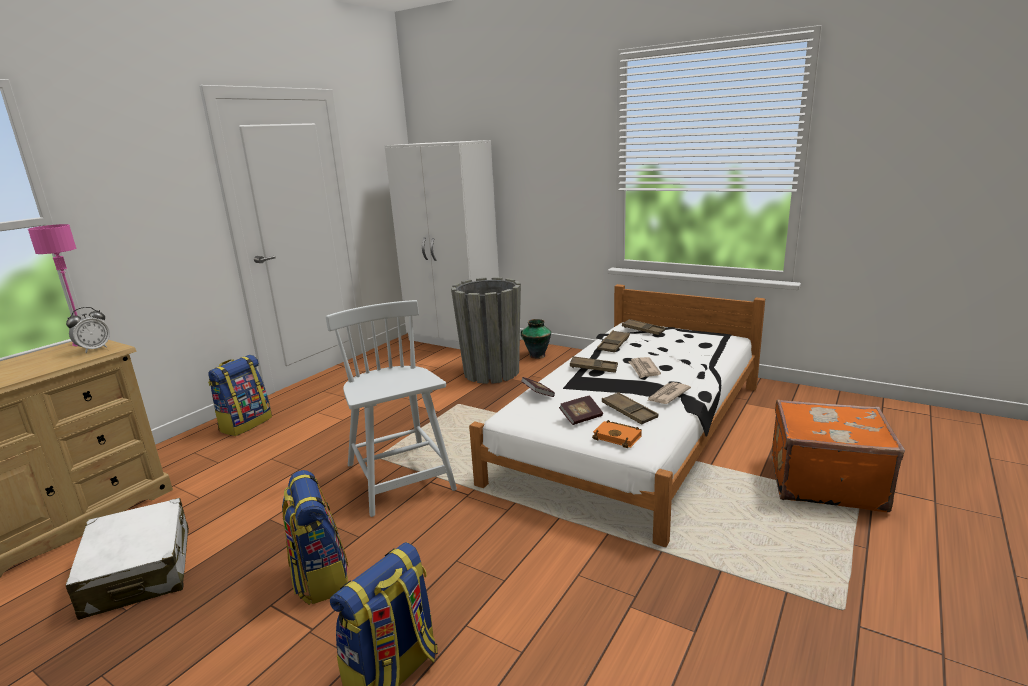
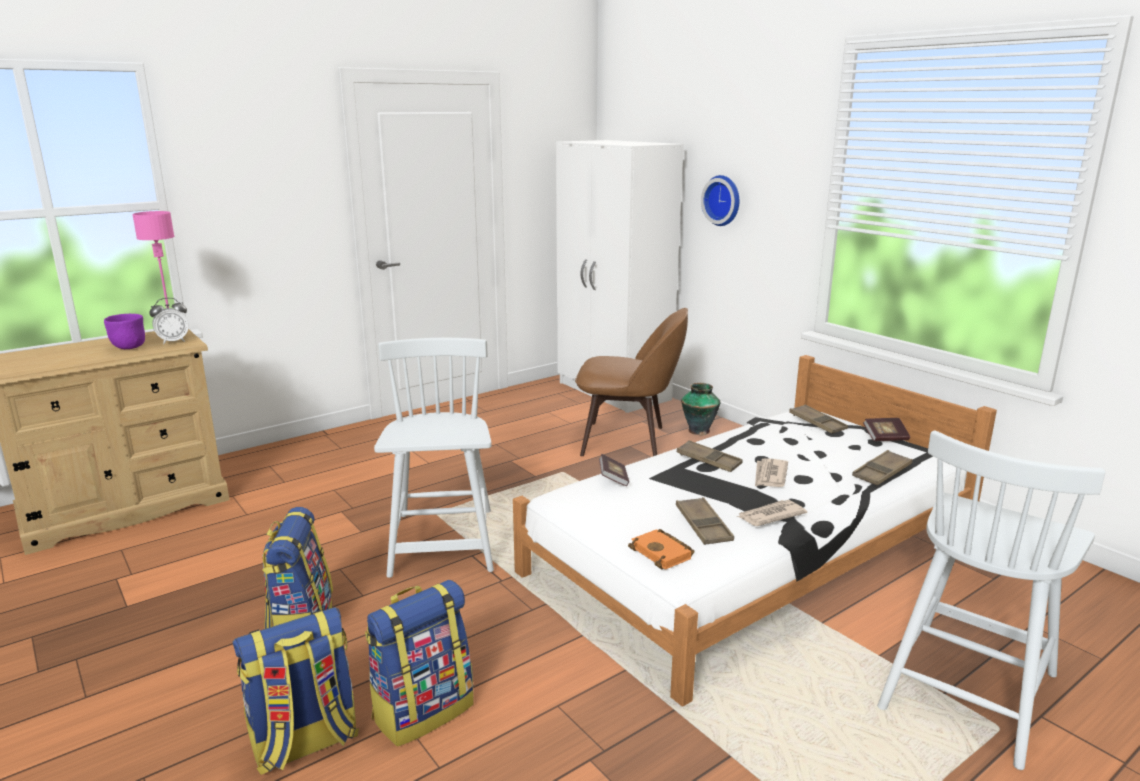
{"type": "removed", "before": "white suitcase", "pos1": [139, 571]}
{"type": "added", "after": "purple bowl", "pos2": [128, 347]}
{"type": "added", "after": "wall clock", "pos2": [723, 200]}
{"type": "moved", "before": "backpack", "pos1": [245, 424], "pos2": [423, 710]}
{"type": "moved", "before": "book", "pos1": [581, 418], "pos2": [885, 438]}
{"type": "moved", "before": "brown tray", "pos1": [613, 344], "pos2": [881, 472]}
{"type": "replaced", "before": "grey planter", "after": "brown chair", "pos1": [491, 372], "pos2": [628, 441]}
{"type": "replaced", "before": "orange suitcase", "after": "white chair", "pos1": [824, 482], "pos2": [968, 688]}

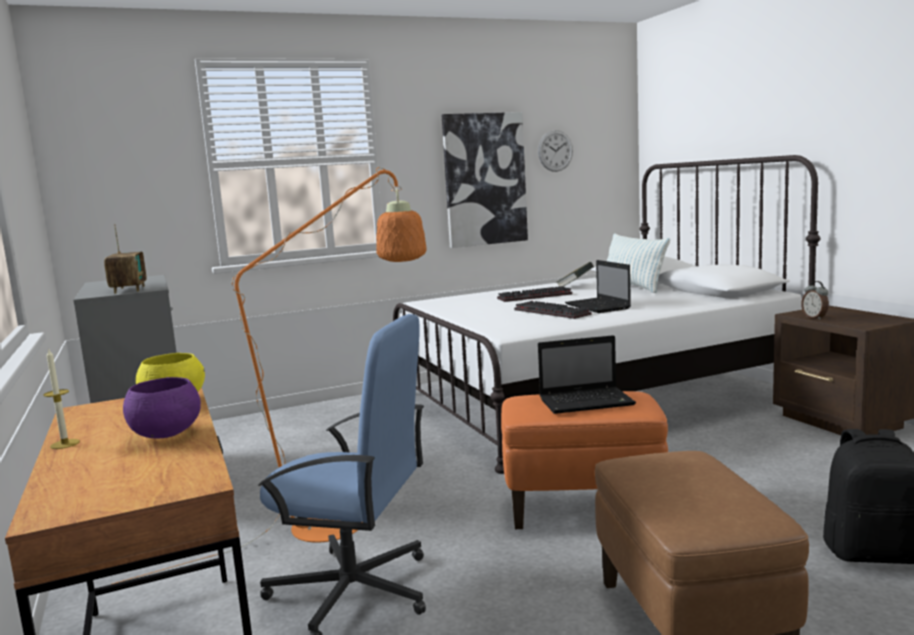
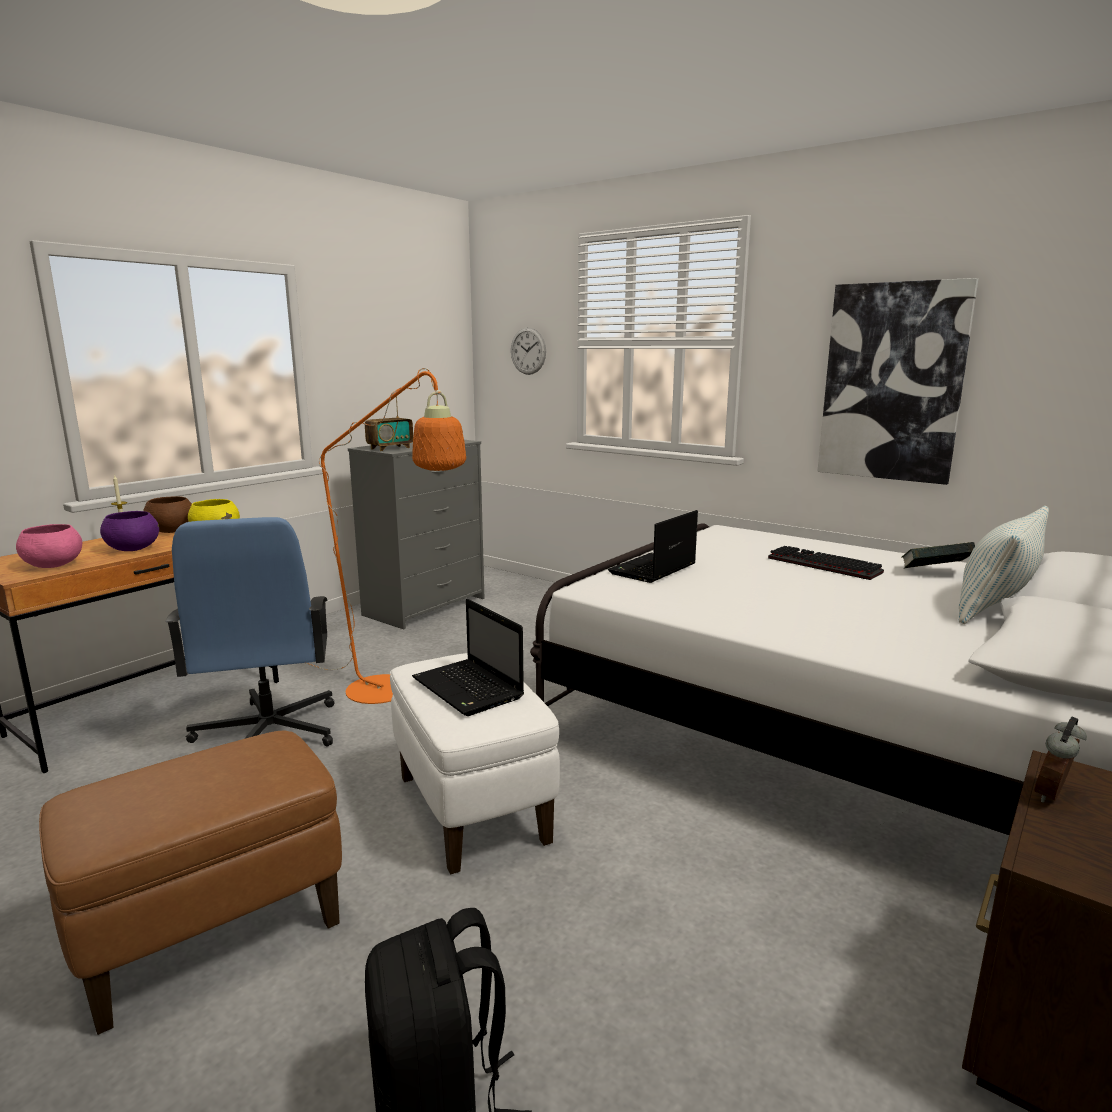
{"type": "removed", "before": "keyboard", "pos1": [553, 312]}
{"type": "added", "after": "pink bowl", "pos2": [53, 565]}
{"type": "added", "after": "brown bowl", "pos2": [172, 531]}
{"type": "moved", "before": "wall clock", "pos1": [555, 151], "pos2": [528, 351]}
{"type": "moved", "before": "laptop", "pos1": [598, 307], "pos2": [652, 570]}
{"type": "recoloured", "before": "orange ottoman", "after": "white ottoman", "pos1": [584, 508], "pos2": [472, 809]}

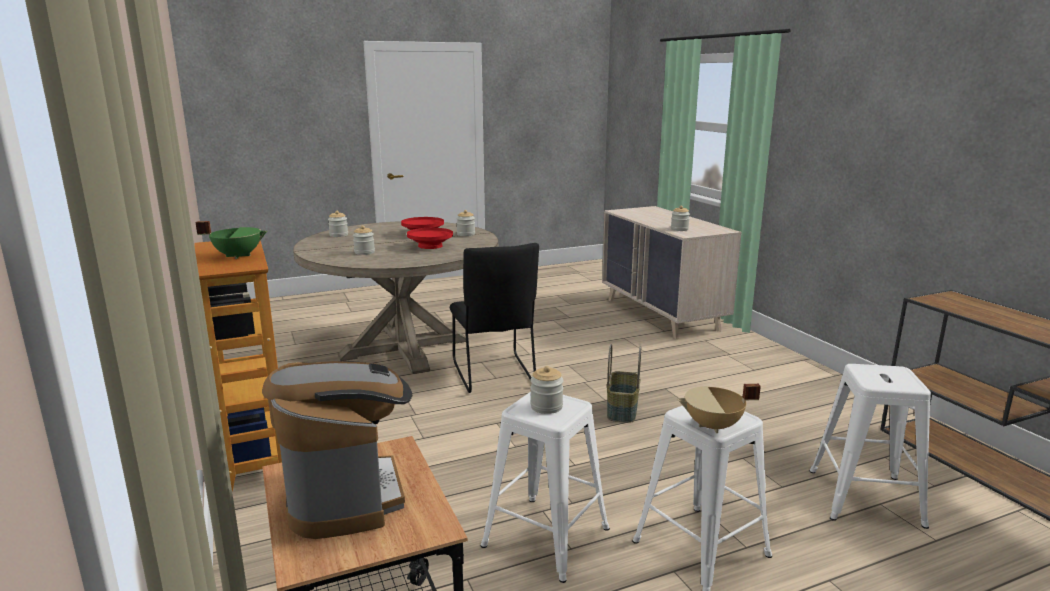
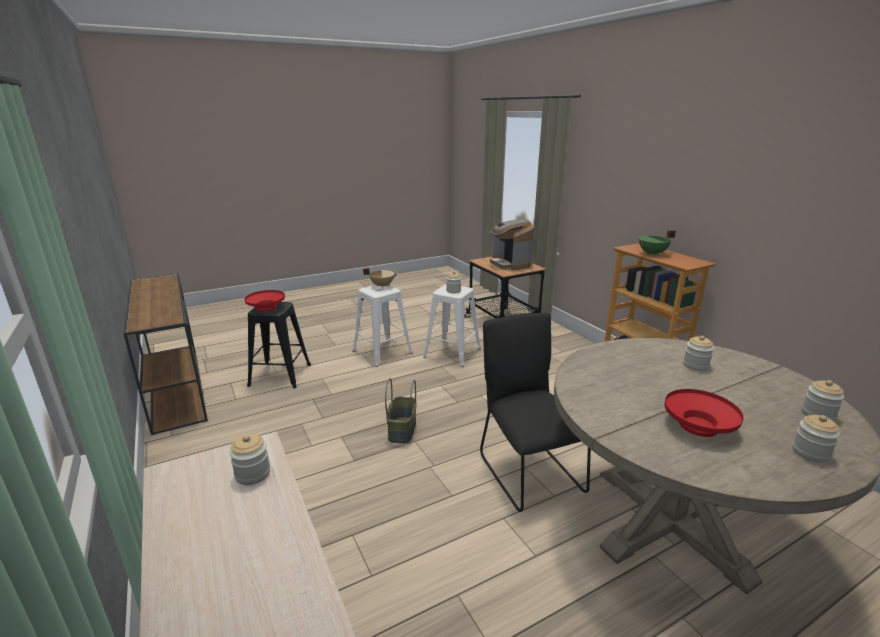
{"type": "moved", "before": "red bowl", "pos1": [430, 246], "pos2": [266, 308]}
{"type": "moved", "before": "jar", "pos1": [466, 234], "pos2": [810, 452]}
{"type": "recoloured", "before": "white stool", "after": "black stool", "pos1": [866, 498], "pos2": [279, 374]}

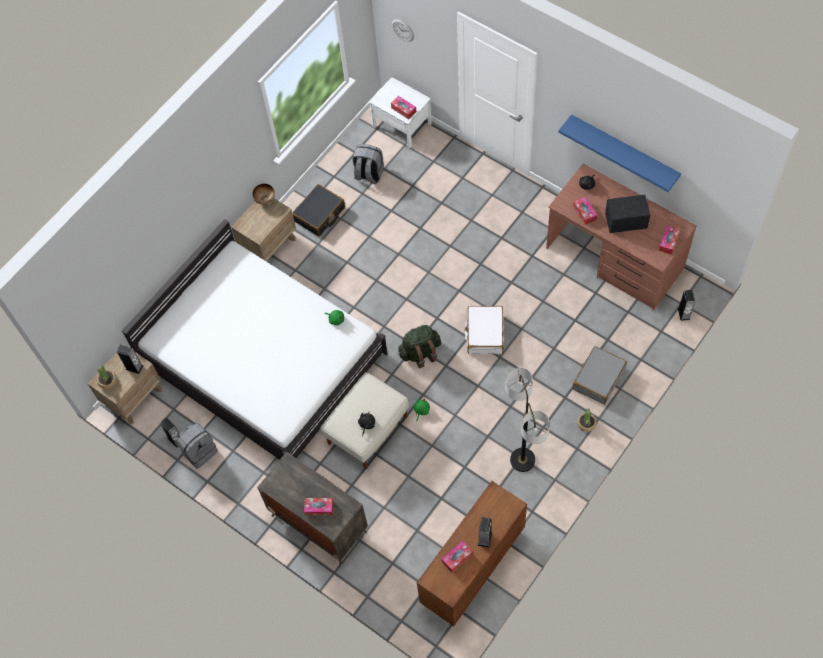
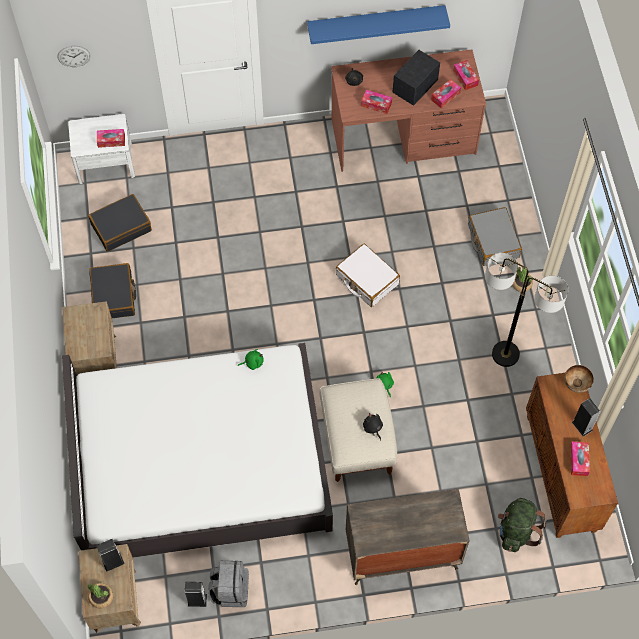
{"type": "removed", "before": "speaker", "pos1": [684, 313]}
{"type": "moved", "before": "bowl", "pos1": [265, 199], "pos2": [576, 384]}
{"type": "moved", "before": "tissue box", "pos1": [319, 508], "pos2": [445, 96]}
{"type": "moved", "before": "green backpack", "pos1": [420, 352], "pos2": [516, 531]}
{"type": "replaced", "before": "grey backpack", "after": "black suitcase", "pos1": [368, 174], "pos2": [121, 227]}

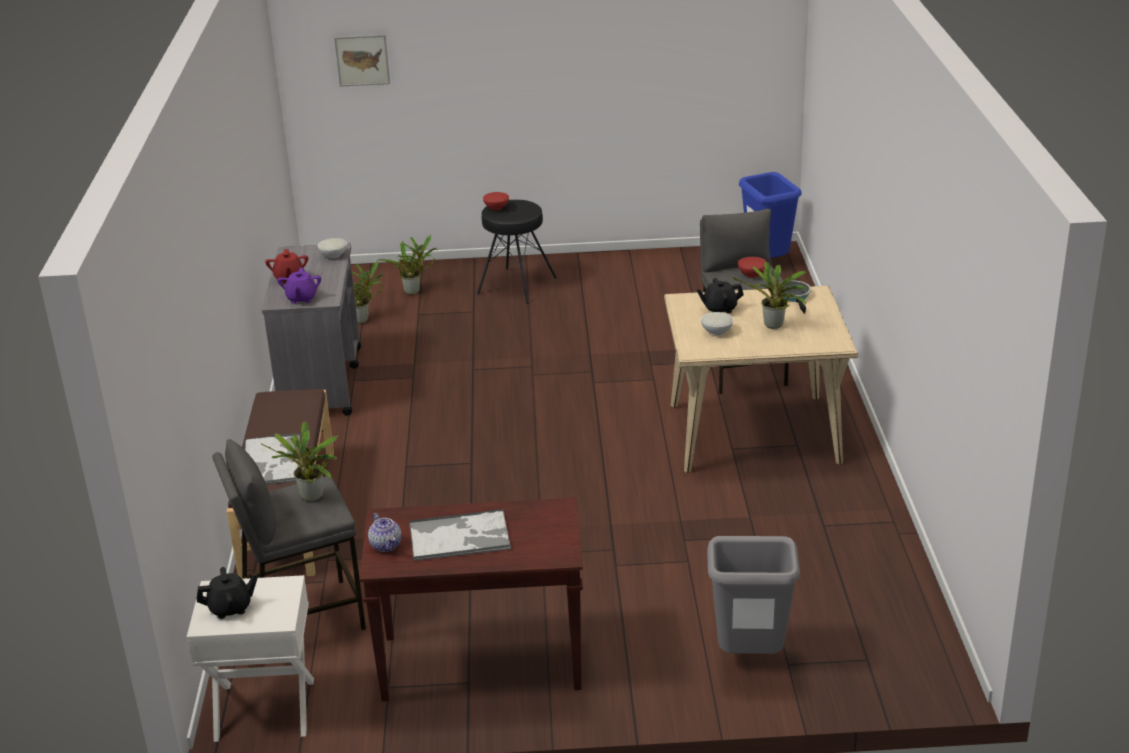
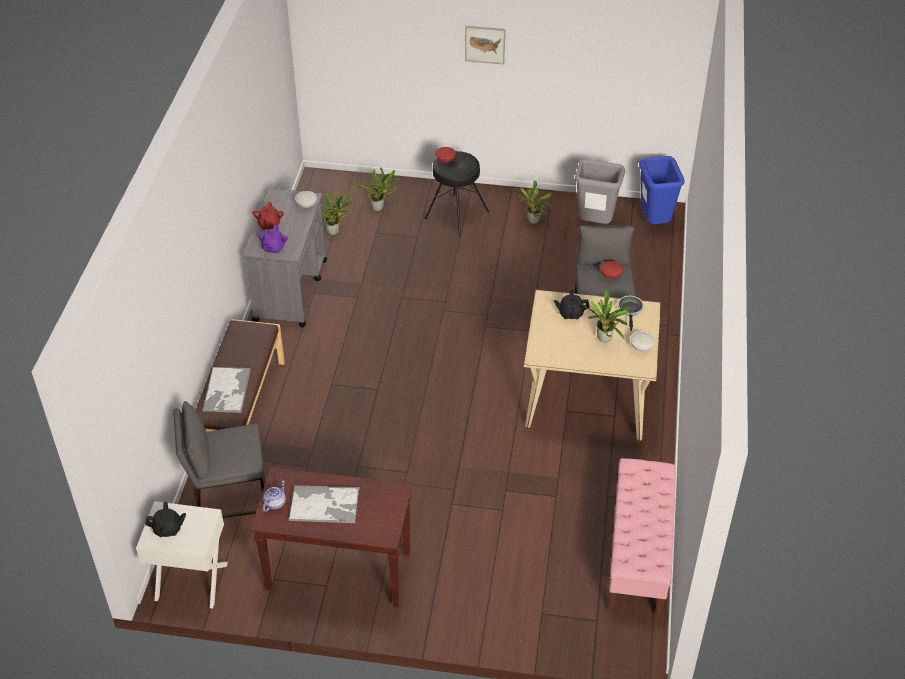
{"type": "added", "after": "pink bench", "pos2": [638, 555]}
{"type": "moved", "before": "potted plant", "pos1": [312, 498], "pos2": [533, 222]}
{"type": "moved", "before": "picture", "pos1": [362, 60], "pos2": [485, 44]}
{"type": "moved", "before": "white bowl", "pos1": [717, 331], "pos2": [641, 347]}
{"type": "moved", "before": "grey trash can", "pos1": [749, 657], "pos2": [594, 224]}
{"type": "turned", "before": "teapot", "pos1": [386, 545], "pos2": [275, 503], "turn": -135}

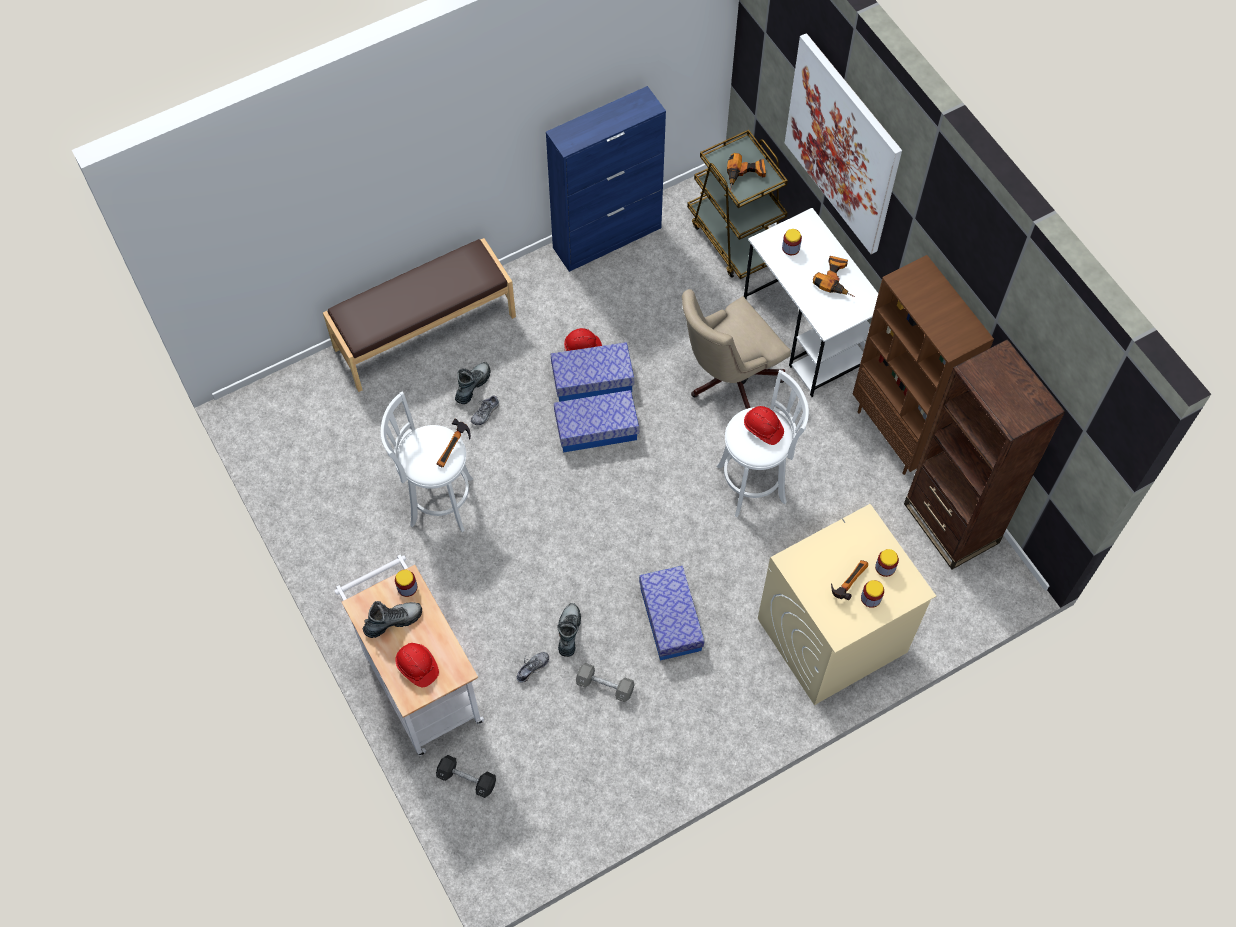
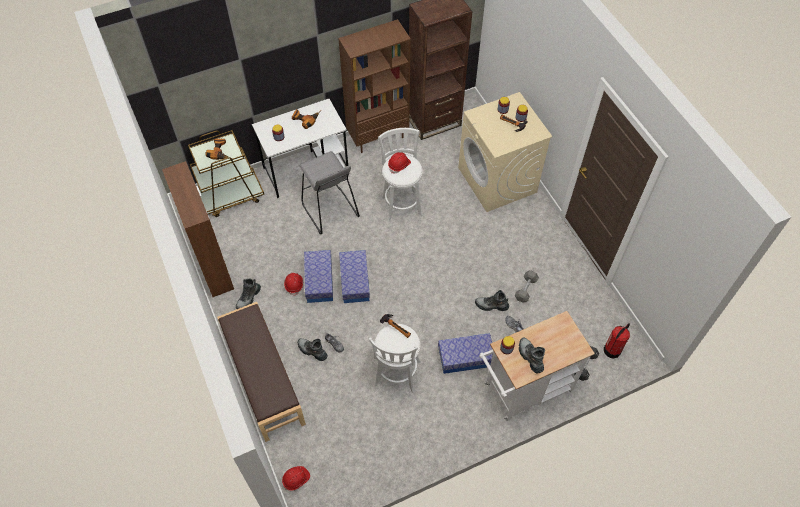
{"type": "removed", "before": "picture", "pos1": [842, 144]}
{"type": "added", "after": "boot", "pos2": [248, 298]}
{"type": "added", "after": "fire extinguisher", "pos2": [612, 350]}
{"type": "moved", "before": "red hard hat", "pos1": [417, 667], "pos2": [296, 479]}
{"type": "moved", "before": "storage box", "pos1": [670, 619], "pos2": [465, 358]}
{"type": "replaced", "before": "beige office chair", "after": "grey stool", "pos1": [727, 378], "pos2": [330, 210]}
{"type": "recoloured", "before": "blue cabinet", "after": "brown cabinet", "pos1": [608, 237], "pos2": [212, 265]}

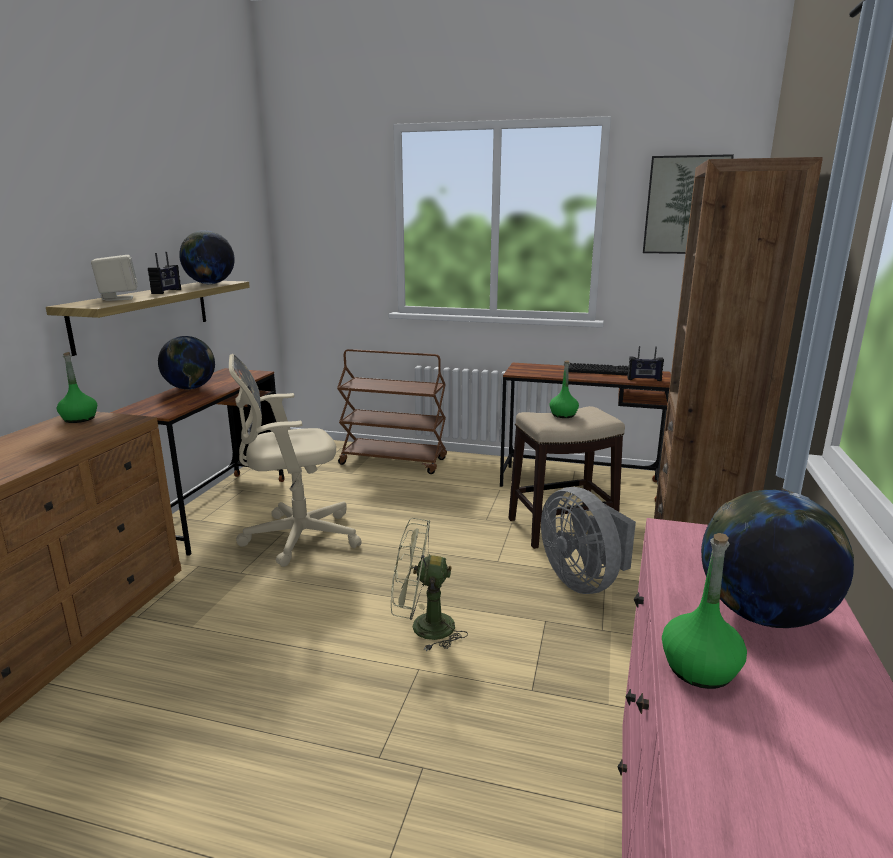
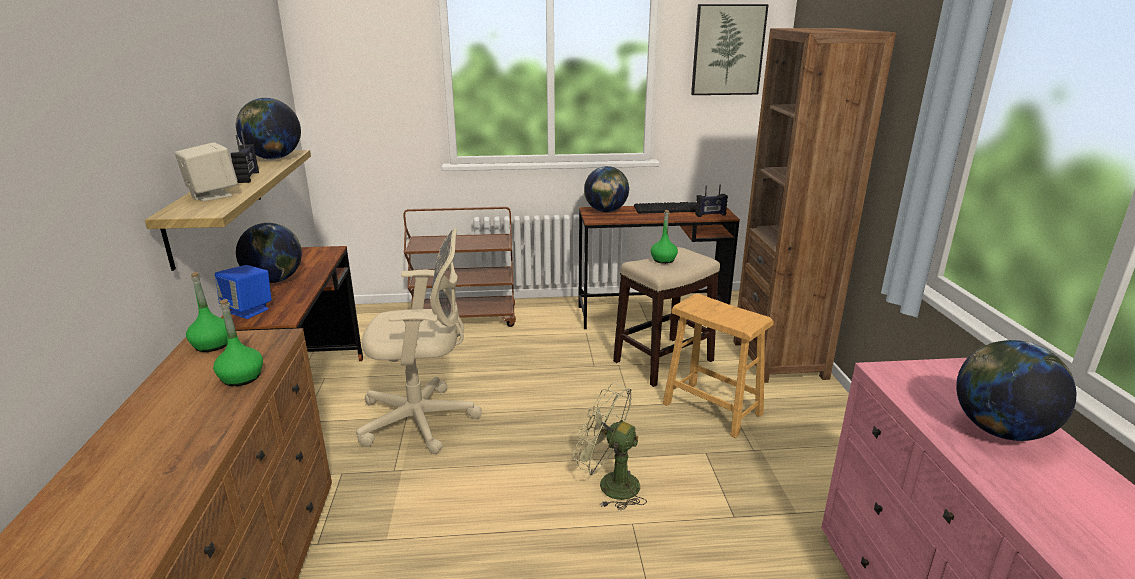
{"type": "added", "after": "blue speaker", "pos2": [249, 310]}
{"type": "added", "after": "globe", "pos2": [606, 211]}
{"type": "moved", "before": "green bottle", "pos1": [699, 669], "pos2": [241, 378]}
{"type": "replaced", "before": "grey fan", "after": "brown stool", "pos1": [583, 580], "pos2": [712, 408]}
{"type": "turned", "before": "beige office chair", "pos1": [295, 537], "pos2": [423, 420], "turn": -150}
{"type": "turned", "before": "green fan", "pos1": [423, 628], "pos2": [610, 484], "turn": 45}

